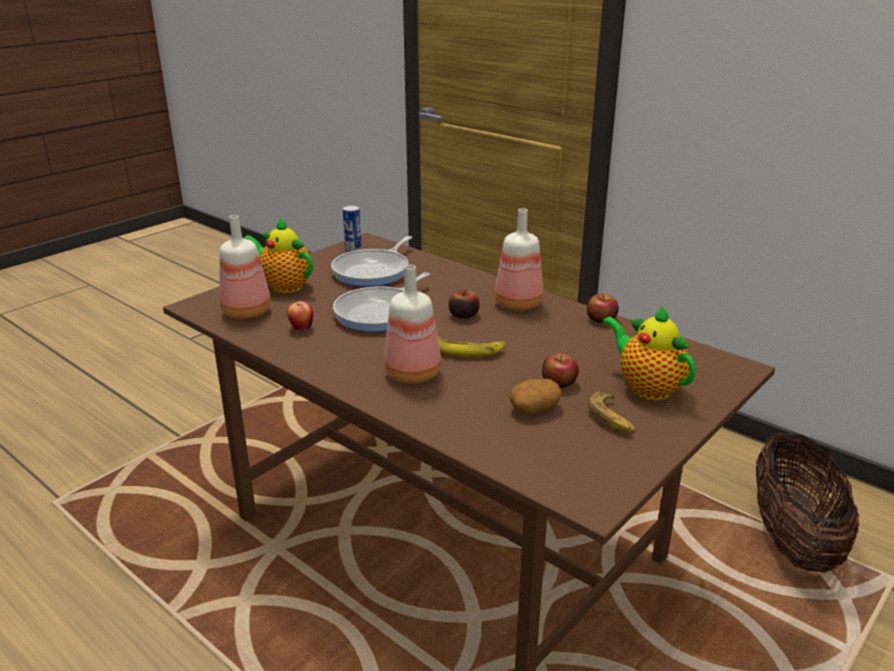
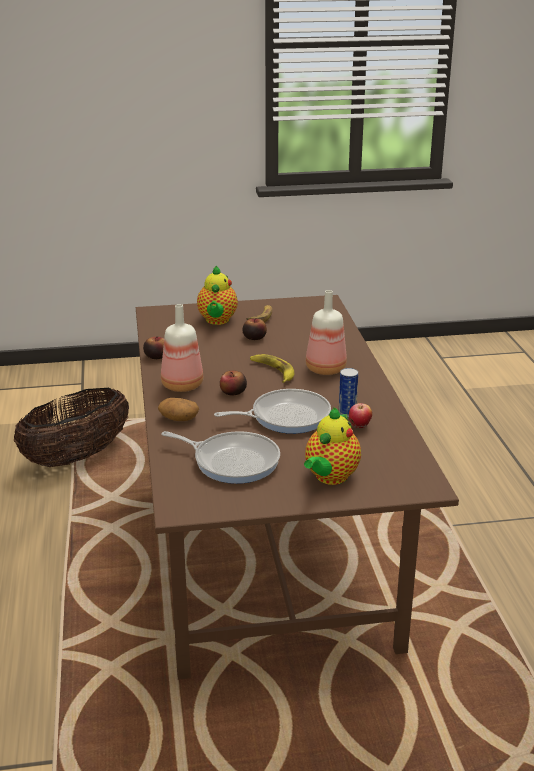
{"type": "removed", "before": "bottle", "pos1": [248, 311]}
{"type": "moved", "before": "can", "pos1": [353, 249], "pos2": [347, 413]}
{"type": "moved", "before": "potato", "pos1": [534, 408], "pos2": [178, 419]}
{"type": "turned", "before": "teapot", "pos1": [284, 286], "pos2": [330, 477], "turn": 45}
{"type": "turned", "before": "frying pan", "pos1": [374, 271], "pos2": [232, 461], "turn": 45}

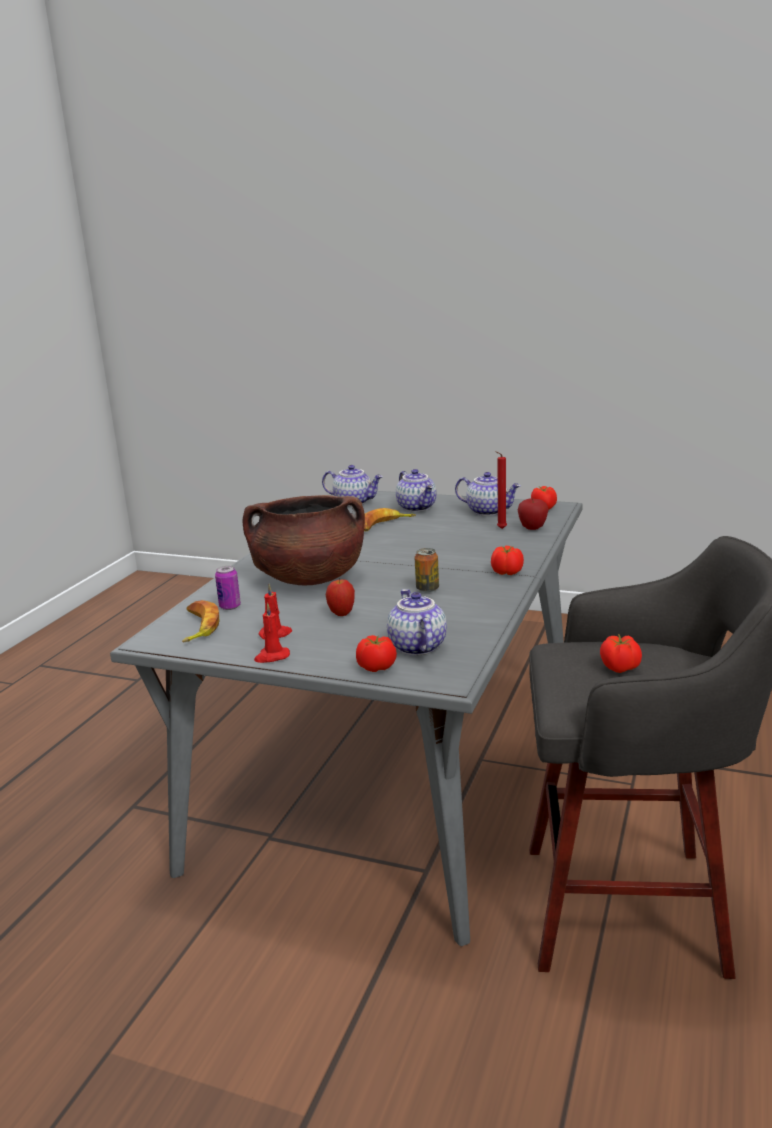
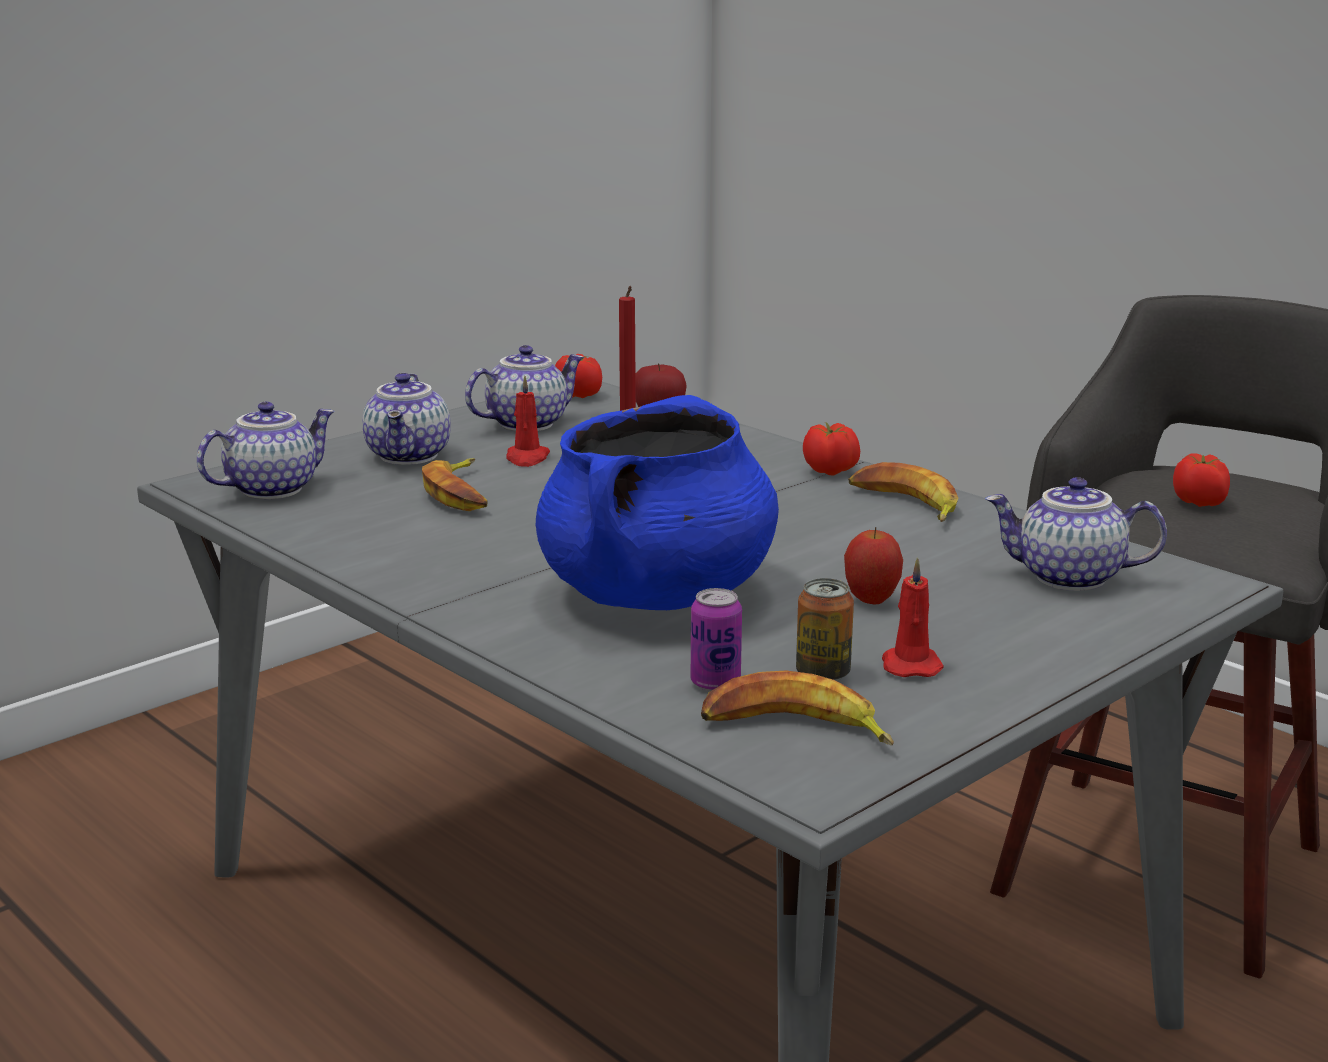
{"type": "removed", "before": "tomato", "pos1": [376, 667]}
{"type": "added", "after": "banana", "pos2": [904, 504]}
{"type": "moved", "before": "red candle", "pos1": [271, 657], "pos2": [527, 458]}
{"type": "moved", "before": "can", "pos1": [427, 589], "pos2": [823, 674]}
{"type": "recoloured", "before": "brown cooking pot", "after": "blue cooking pot", "pos1": [309, 578], "pos2": [657, 594]}
{"type": "turned", "before": "teapot", "pos1": [417, 508], "pos2": [410, 456], "turn": 90}

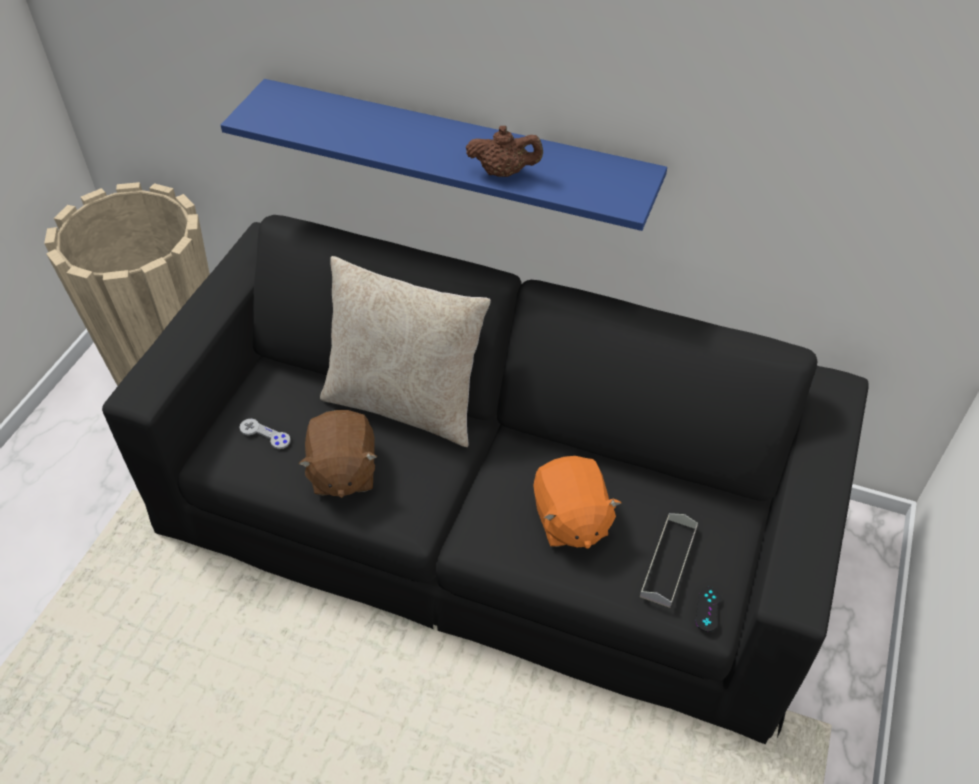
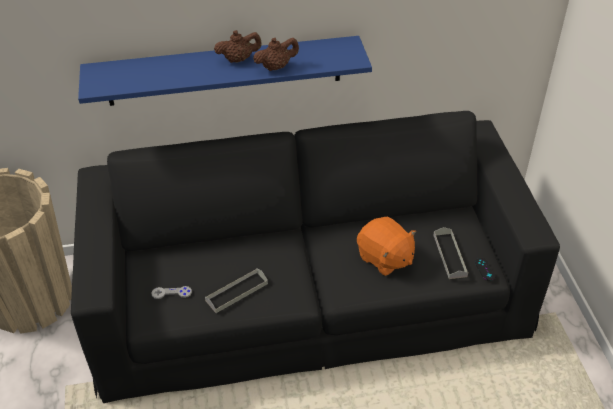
{"type": "removed", "before": "beige pillow", "pos1": [405, 403]}
{"type": "added", "after": "brown teapot", "pos2": [239, 59]}
{"type": "replaced", "before": "brown plush toy", "after": "grey tray", "pos1": [342, 472], "pos2": [237, 292]}

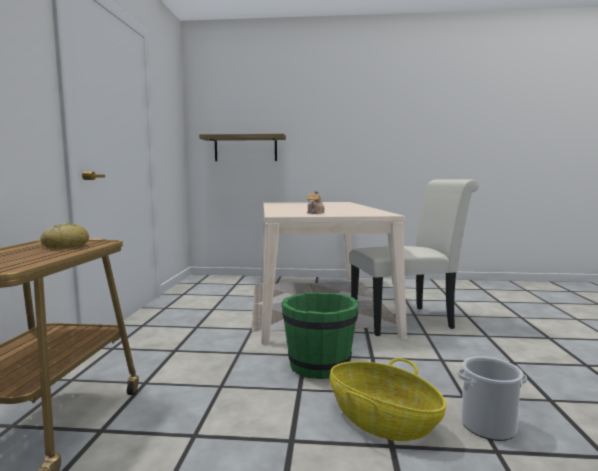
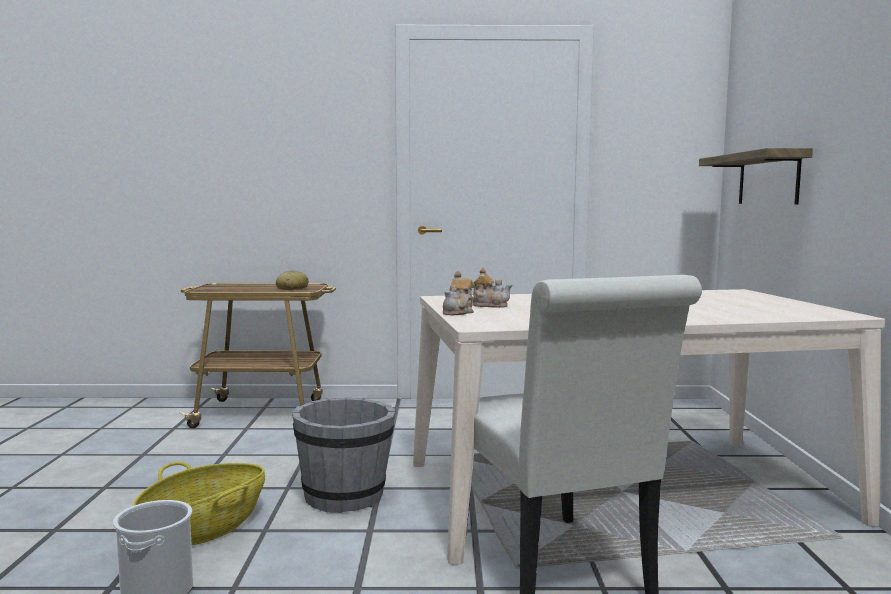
{"type": "added", "after": "teapot", "pos2": [459, 312]}
{"type": "recoloured", "before": "green bucket", "after": "grey bucket", "pos1": [319, 366], "pos2": [345, 496]}

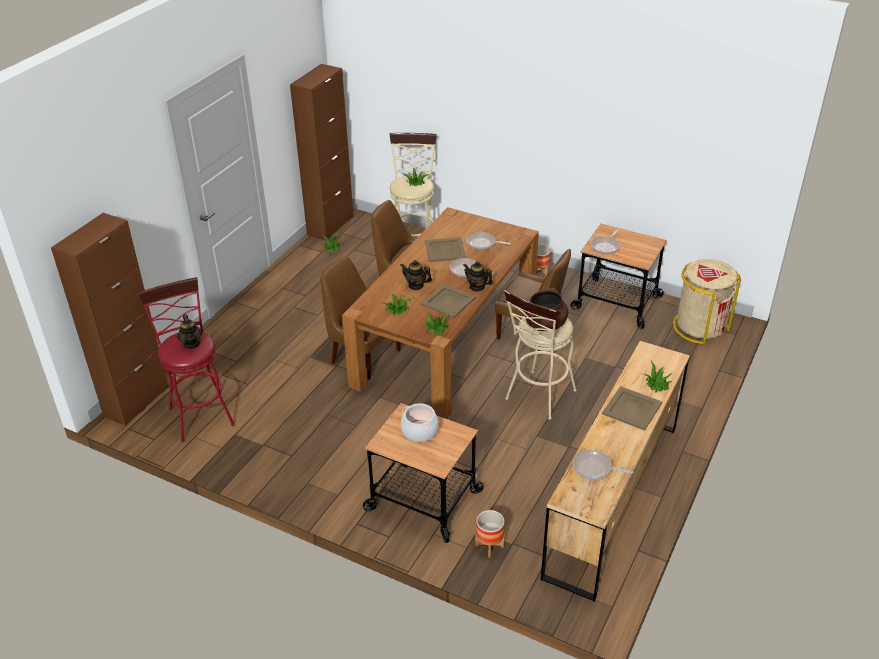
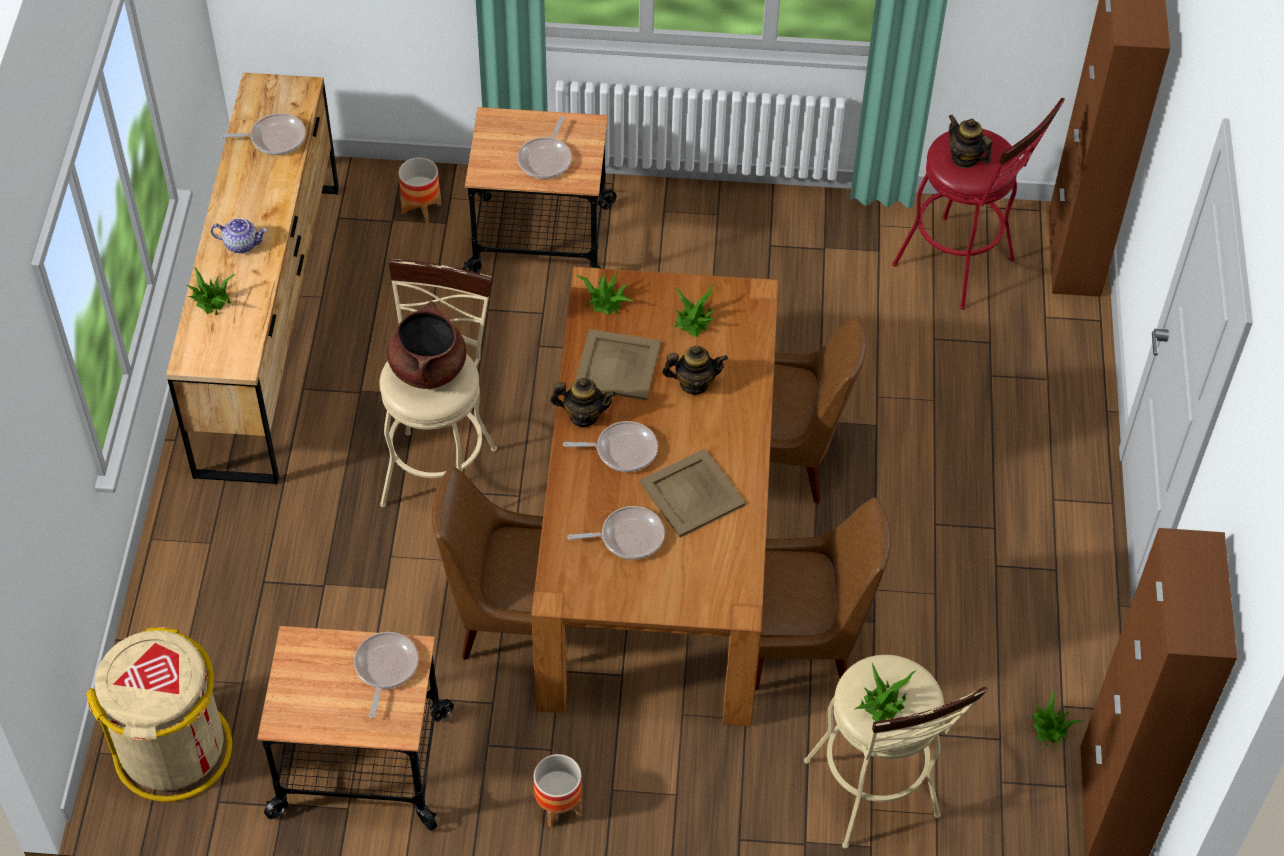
{"type": "replaced", "before": "cooking pot", "after": "frying pan", "pos1": [419, 431], "pos2": [546, 159]}
{"type": "replaced", "before": "beige tray", "after": "teapot", "pos1": [632, 409], "pos2": [242, 244]}

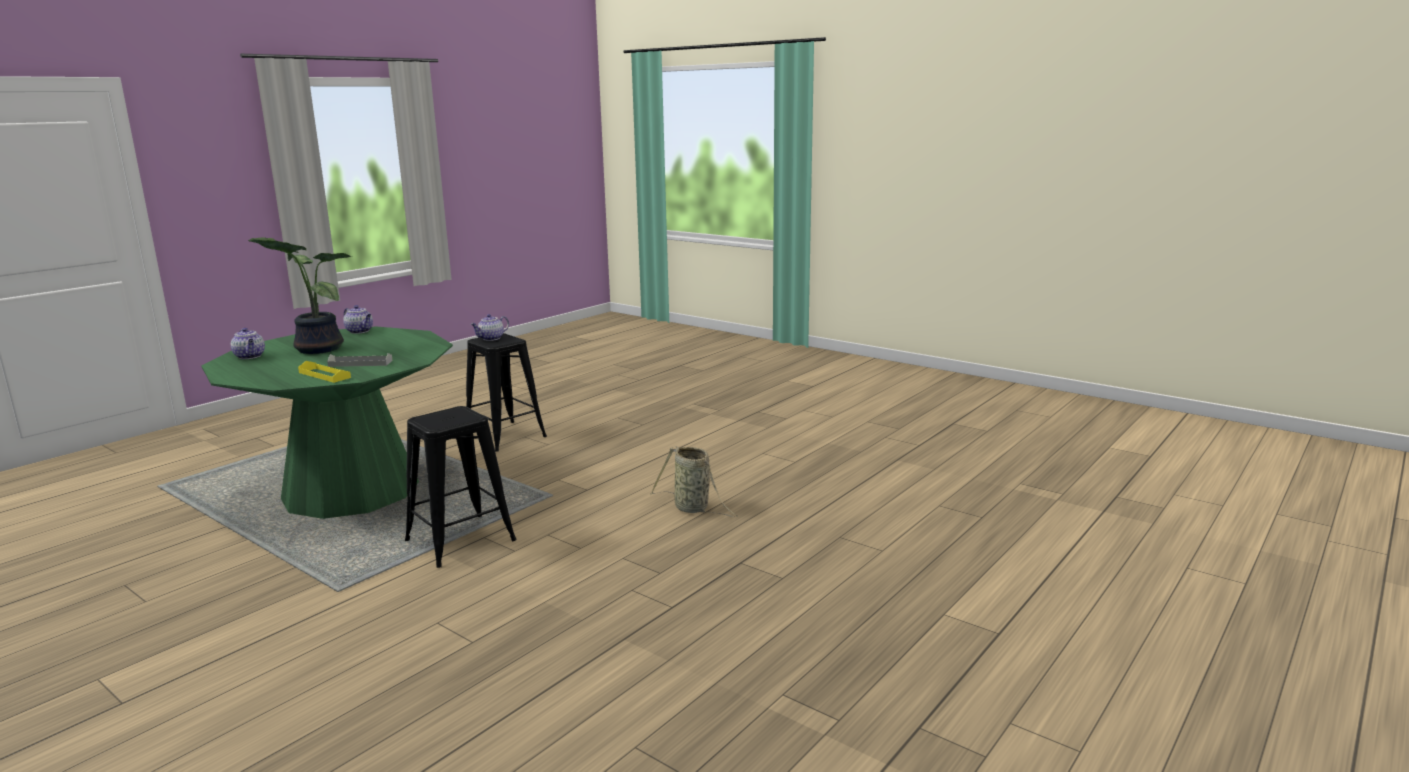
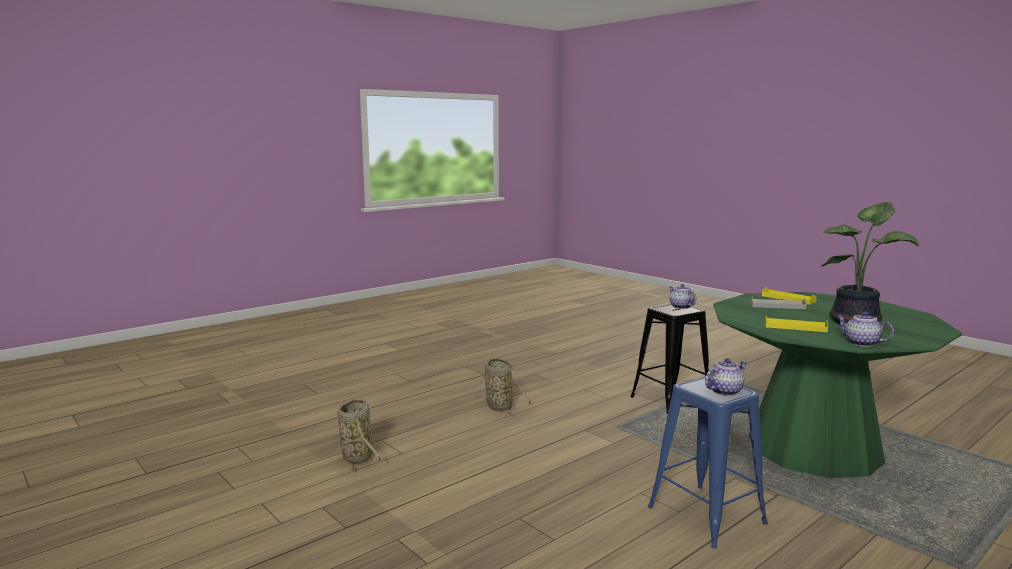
{"type": "added", "after": "basket", "pos2": [357, 456]}
{"type": "added", "after": "yellow tray", "pos2": [795, 327]}
{"type": "moved", "before": "teapot", "pos1": [250, 356], "pos2": [680, 307]}
{"type": "recoloured", "before": "black stool", "after": "blue stool", "pos1": [505, 436], "pos2": [706, 515]}

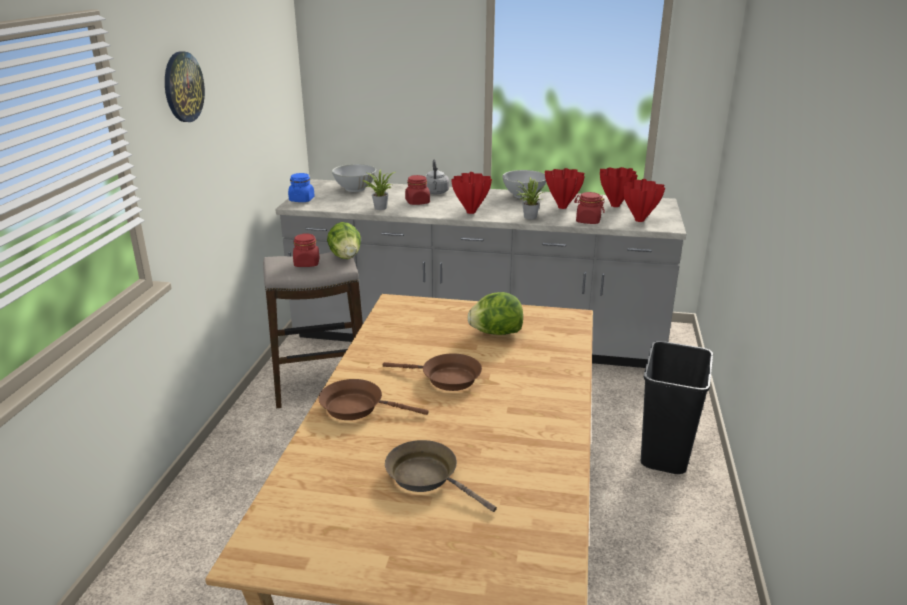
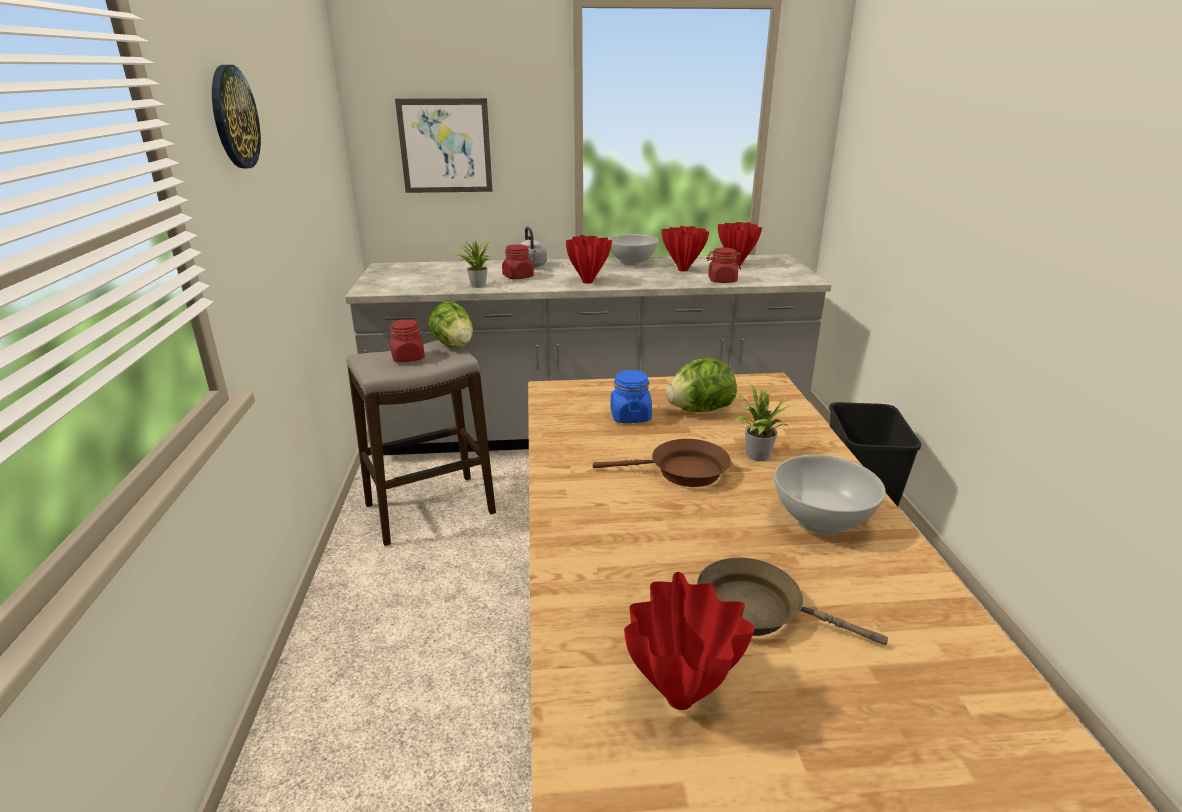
{"type": "removed", "before": "brown frying pan", "pos1": [357, 407]}
{"type": "added", "after": "picture", "pos2": [445, 146]}
{"type": "moved", "before": "blue jar", "pos1": [302, 200], "pos2": [630, 416]}
{"type": "moved", "before": "white bowl", "pos1": [355, 189], "pos2": [821, 520]}
{"type": "moved", "before": "potted plant", "pos1": [528, 217], "pos2": [755, 456]}
{"type": "moved", "before": "red vase", "pos1": [639, 220], "pos2": [680, 701]}

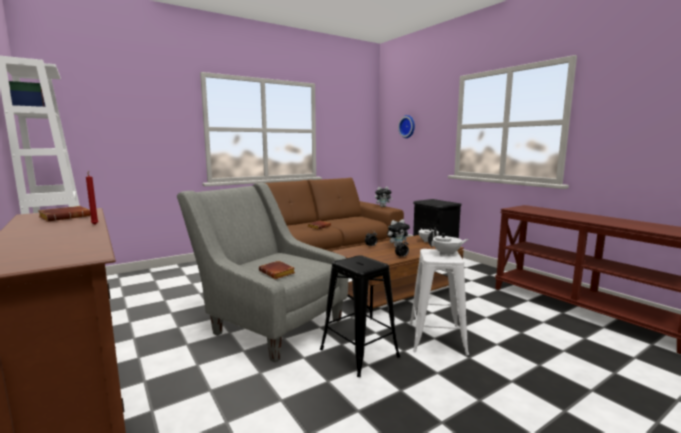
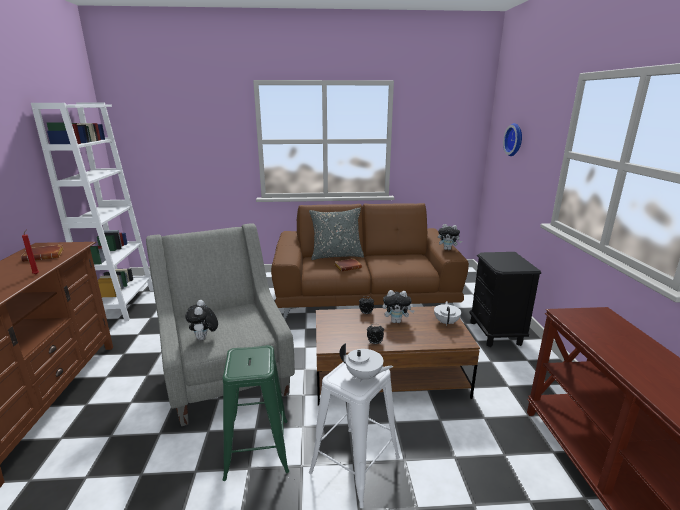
{"type": "added", "after": "grey pillow", "pos2": [336, 256]}
{"type": "replaced", "before": "brown book", "after": "plush toy", "pos1": [278, 273], "pos2": [204, 338]}
{"type": "recoloured", "before": "black stool", "after": "green stool", "pos1": [359, 353], "pos2": [257, 448]}

